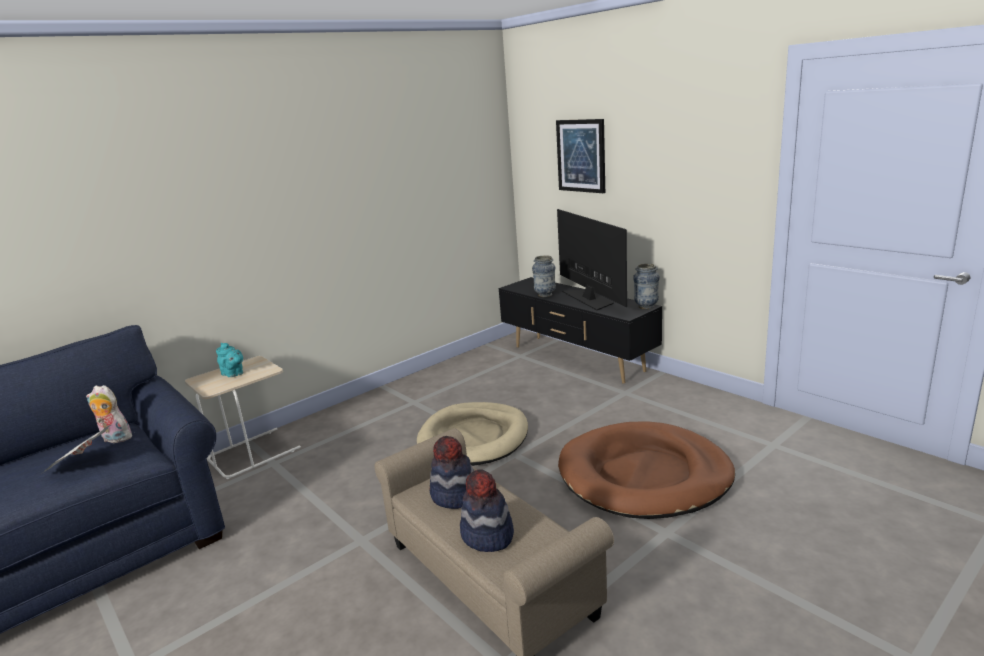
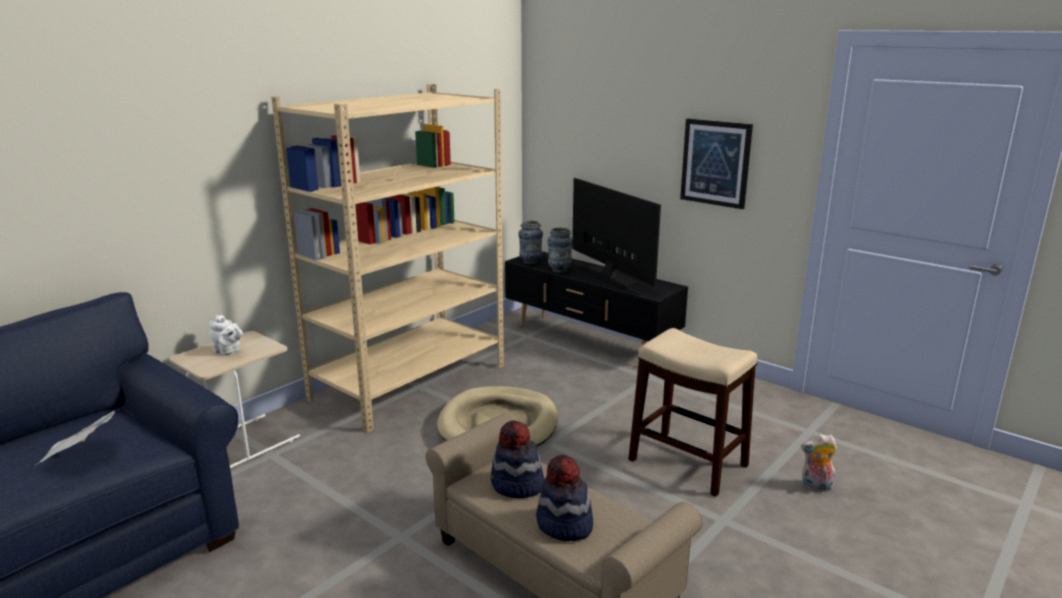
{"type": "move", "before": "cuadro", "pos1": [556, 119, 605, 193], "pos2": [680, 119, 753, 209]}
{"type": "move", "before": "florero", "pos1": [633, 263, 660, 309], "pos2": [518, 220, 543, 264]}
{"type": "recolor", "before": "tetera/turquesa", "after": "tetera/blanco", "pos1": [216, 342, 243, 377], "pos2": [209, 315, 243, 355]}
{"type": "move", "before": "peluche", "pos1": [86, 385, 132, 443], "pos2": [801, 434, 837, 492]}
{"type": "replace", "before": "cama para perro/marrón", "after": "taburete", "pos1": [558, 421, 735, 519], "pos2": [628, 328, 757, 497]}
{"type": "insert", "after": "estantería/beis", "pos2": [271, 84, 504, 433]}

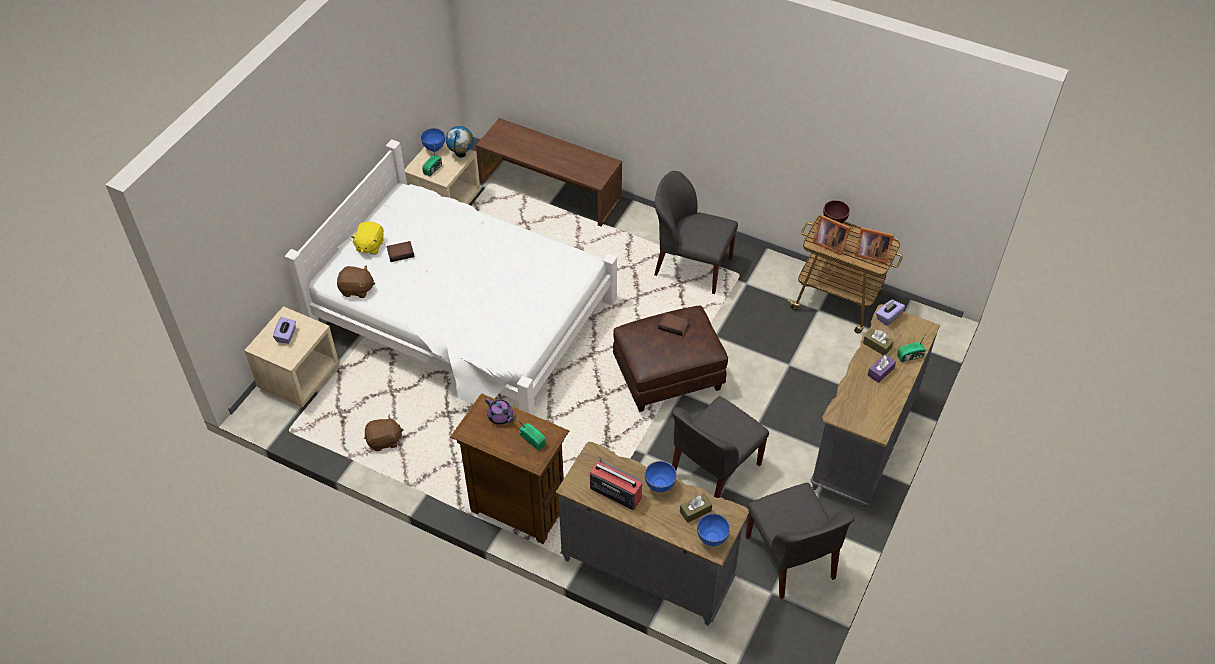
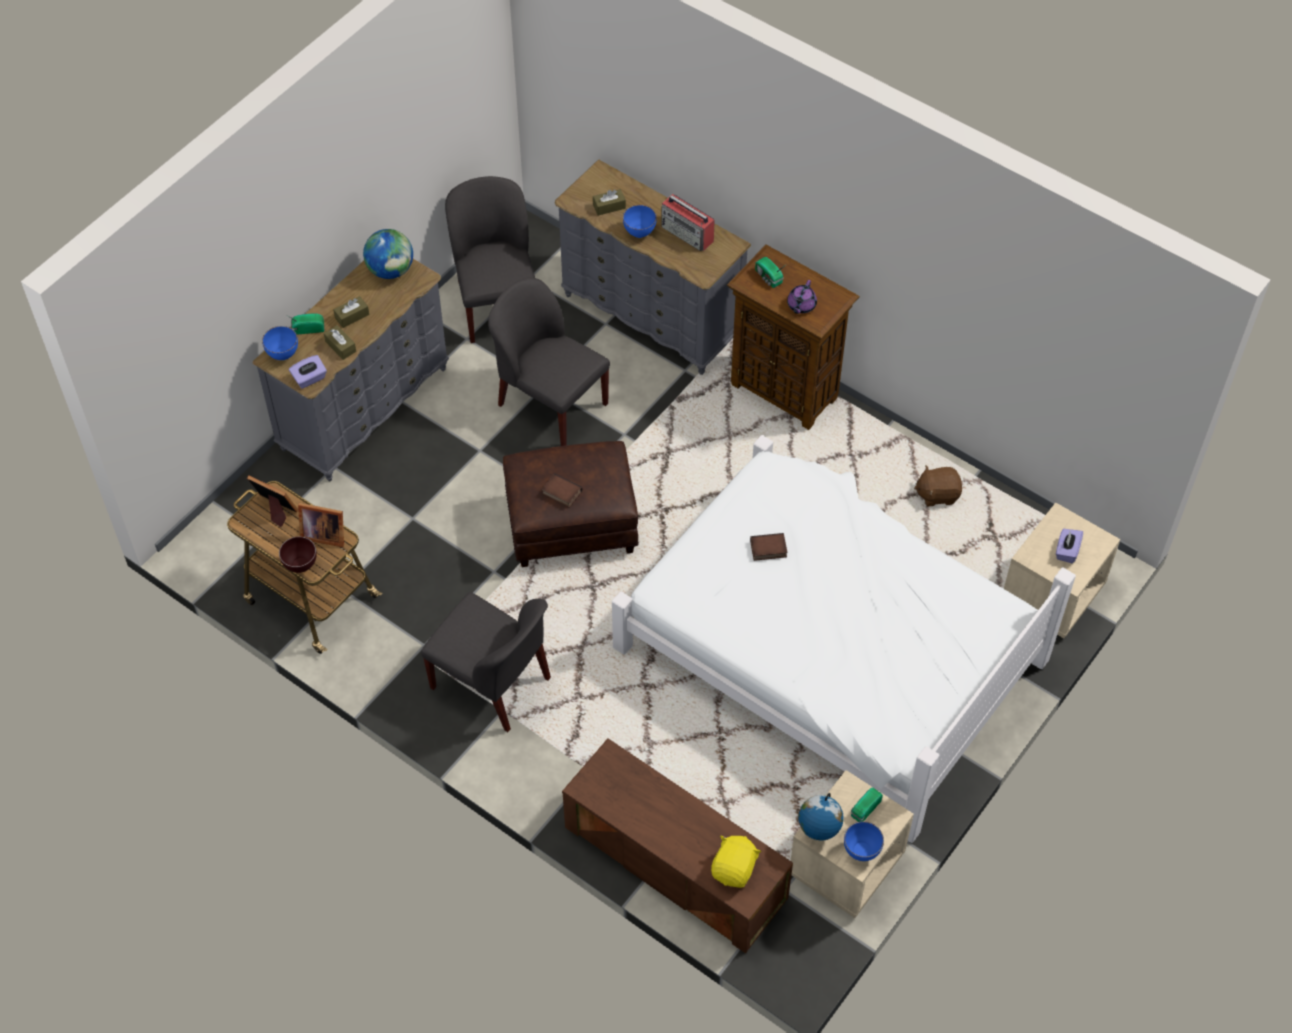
{"type": "rotate", "before": "portarretratos", "pos1": [812, 215, 851, 256], "pos2": [298, 503, 344, 547], "turn": 150}
{"type": "move", "before": "peluche/amarillo", "pos1": [350, 221, 384, 255], "pos2": [711, 835, 761, 888]}
{"type": "move", "before": "libro", "pos1": [387, 241, 414, 262], "pos2": [750, 533, 788, 561]}
{"type": "delete", "before": "peluche/marrón", "pos1": [337, 265, 375, 298]}
{"type": "recolor", "before": "caja de pañuelos/morado", "after": "caja de pañuelos/marrón", "pos1": [868, 354, 896, 383], "pos2": [333, 296, 369, 328]}
{"type": "rotate", "before": "silla/gris", "pos1": [672, 396, 769, 498], "pos2": [488, 277, 610, 446], "turn": -105}
{"type": "rotate", "before": "tetera/morado", "pos1": [485, 398, 516, 425], "pos2": [787, 280, 817, 314], "turn": -120}
{"type": "move", "before": "cuenco/azul", "pos1": [697, 514, 730, 546], "pos2": [262, 326, 298, 360]}
{"type": "insert", "after": "globo terráqueo", "pos2": [363, 229, 413, 279]}

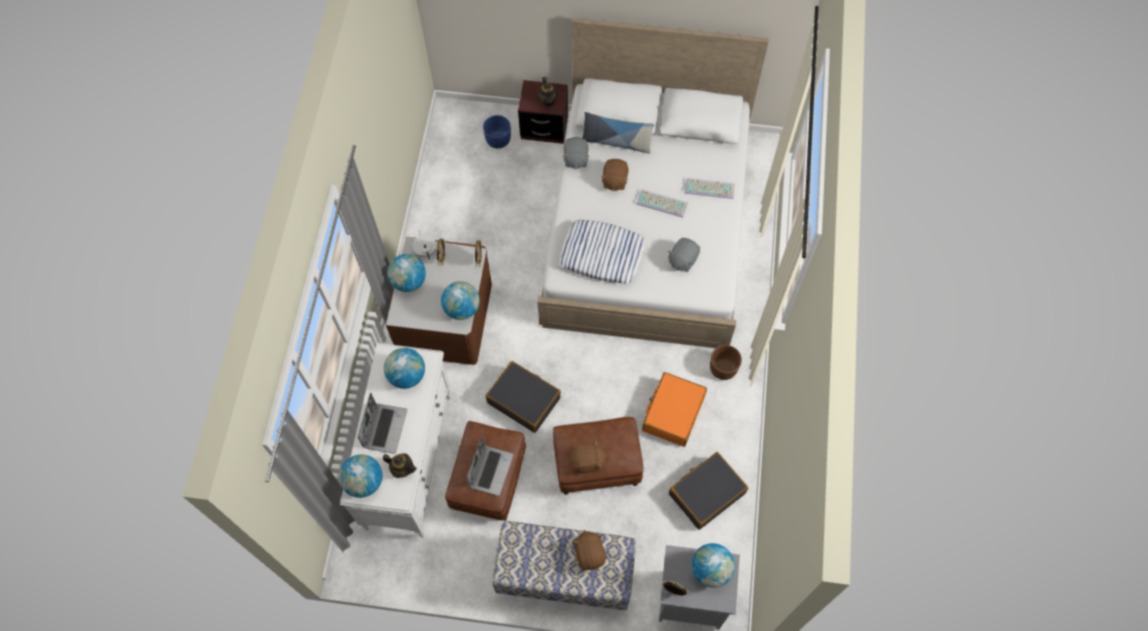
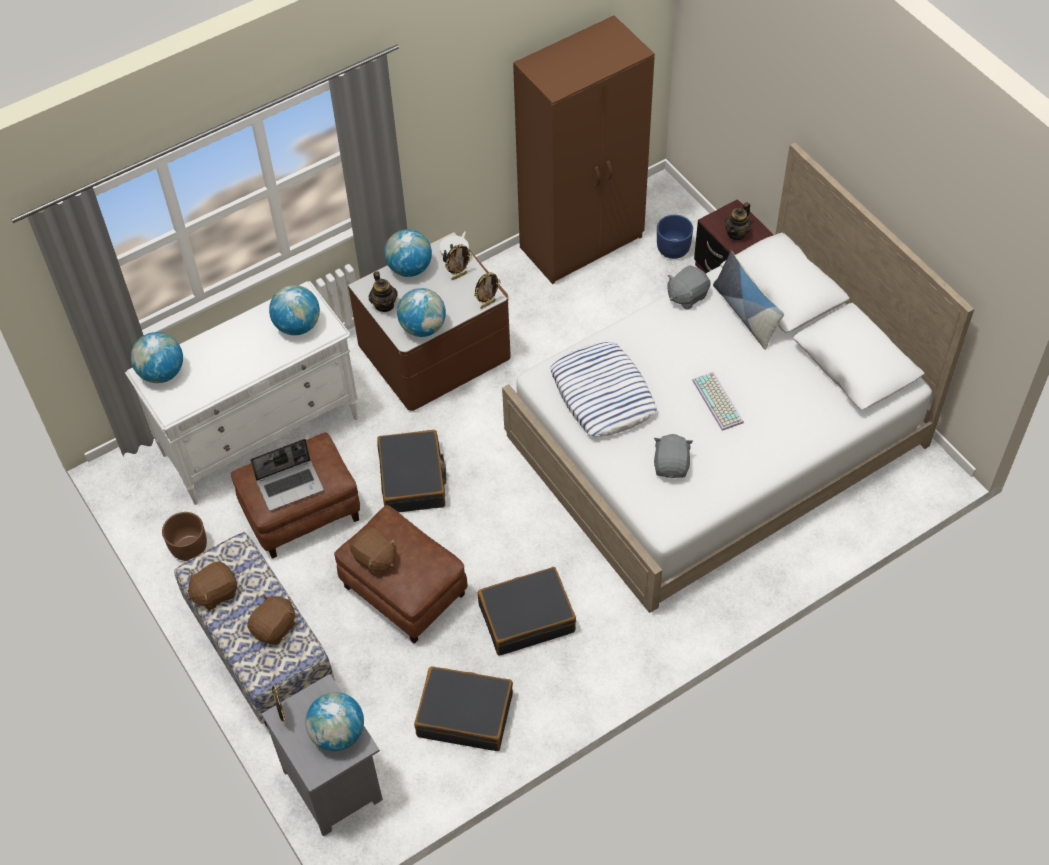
{"type": "move", "before": "peluche/marrón", "pos1": [601, 159, 628, 191], "pos2": [188, 562, 237, 610]}
{"type": "delete", "before": "teclado", "pos1": [684, 178, 735, 199]}
{"type": "rotate", "before": "peluche/gris", "pos1": [668, 238, 700, 272], "pos2": [654, 434, 693, 478], "turn": 105}
{"type": "move", "before": "maceta/marrón", "pos1": [710, 345, 742, 380], "pos2": [162, 512, 207, 561]}
{"type": "recolor", "before": "maleta/naranja", "after": "maleta/negro", "pos1": [642, 372, 707, 447], "pos2": [478, 567, 576, 656]}
{"type": "delete", "before": "portátil", "pos1": [358, 392, 407, 454]}
{"type": "move", "before": "tetera", "pos1": [383, 453, 417, 478], "pos2": [369, 271, 398, 312]}
{"type": "insert", "after": "armario ropero/marrón", "pos2": [513, 15, 655, 284]}

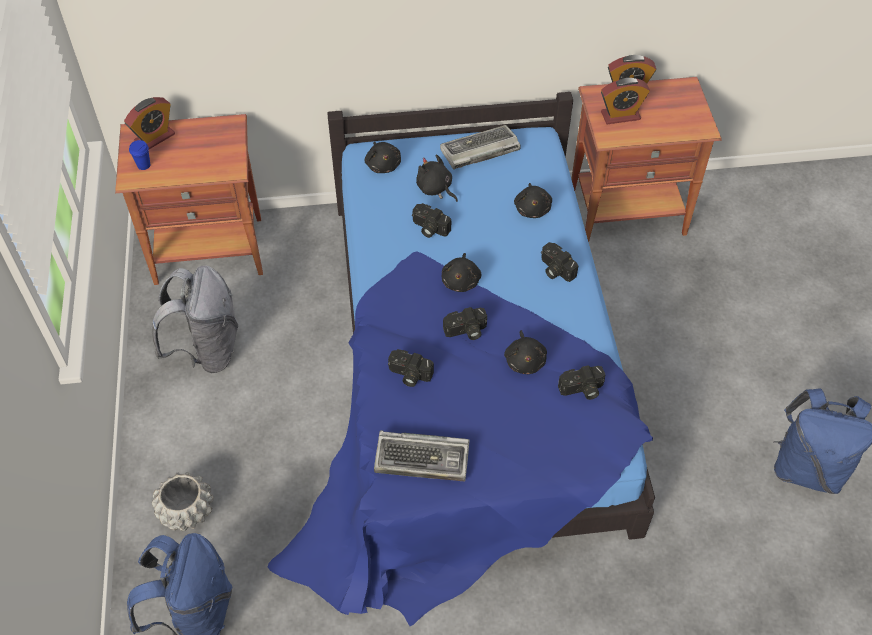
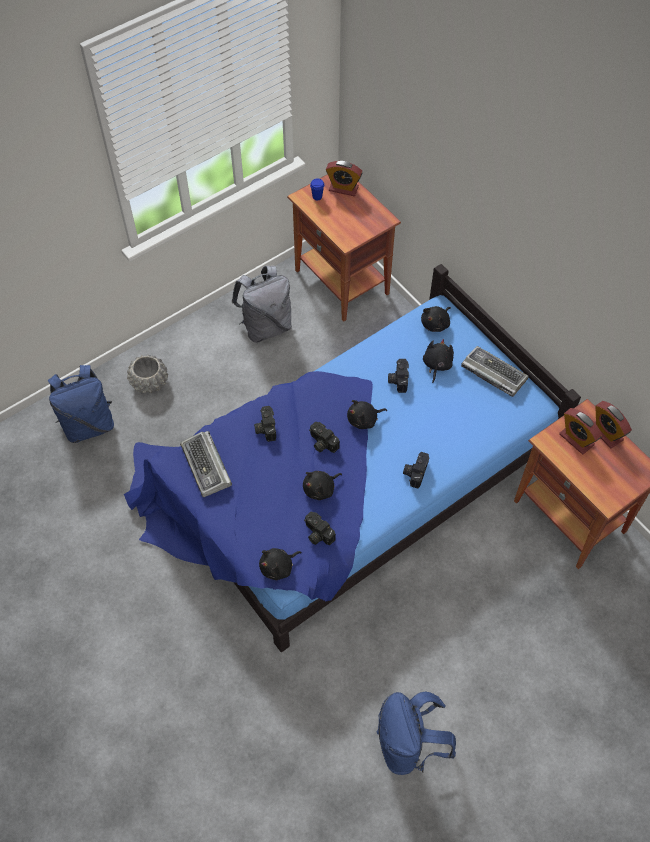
{"type": "move", "before": "peluche/negro", "pos1": [514, 183, 552, 218], "pos2": [259, 548, 302, 580]}

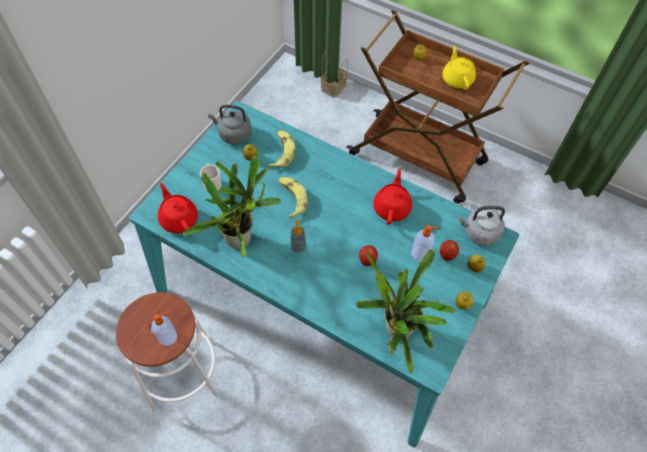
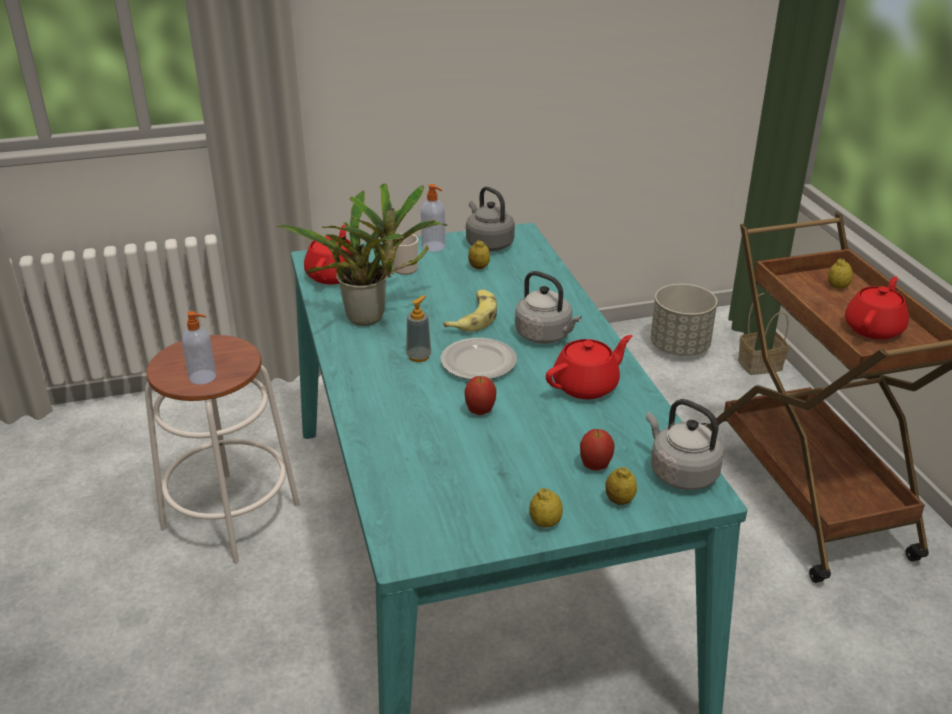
{"type": "recolor", "before": "tetera/amarillo", "after": "tetera/rojo", "pos1": [442, 46, 476, 90], "pos2": [845, 276, 909, 340]}
{"type": "delete", "before": "plátano", "pos1": [269, 130, 295, 168]}
{"type": "move", "before": "dispensador de jabón", "pos1": [411, 225, 440, 262], "pos2": [420, 184, 446, 252]}
{"type": "delete", "before": "planta en maceta", "pos1": [356, 249, 455, 373]}
{"type": "insert", "after": "hervidor/gris", "pos2": [515, 271, 581, 344]}
{"type": "insert", "after": "maceta/gris", "pos2": [651, 284, 717, 356]}
{"type": "insert", "after": "plato", "pos2": [441, 338, 517, 380]}

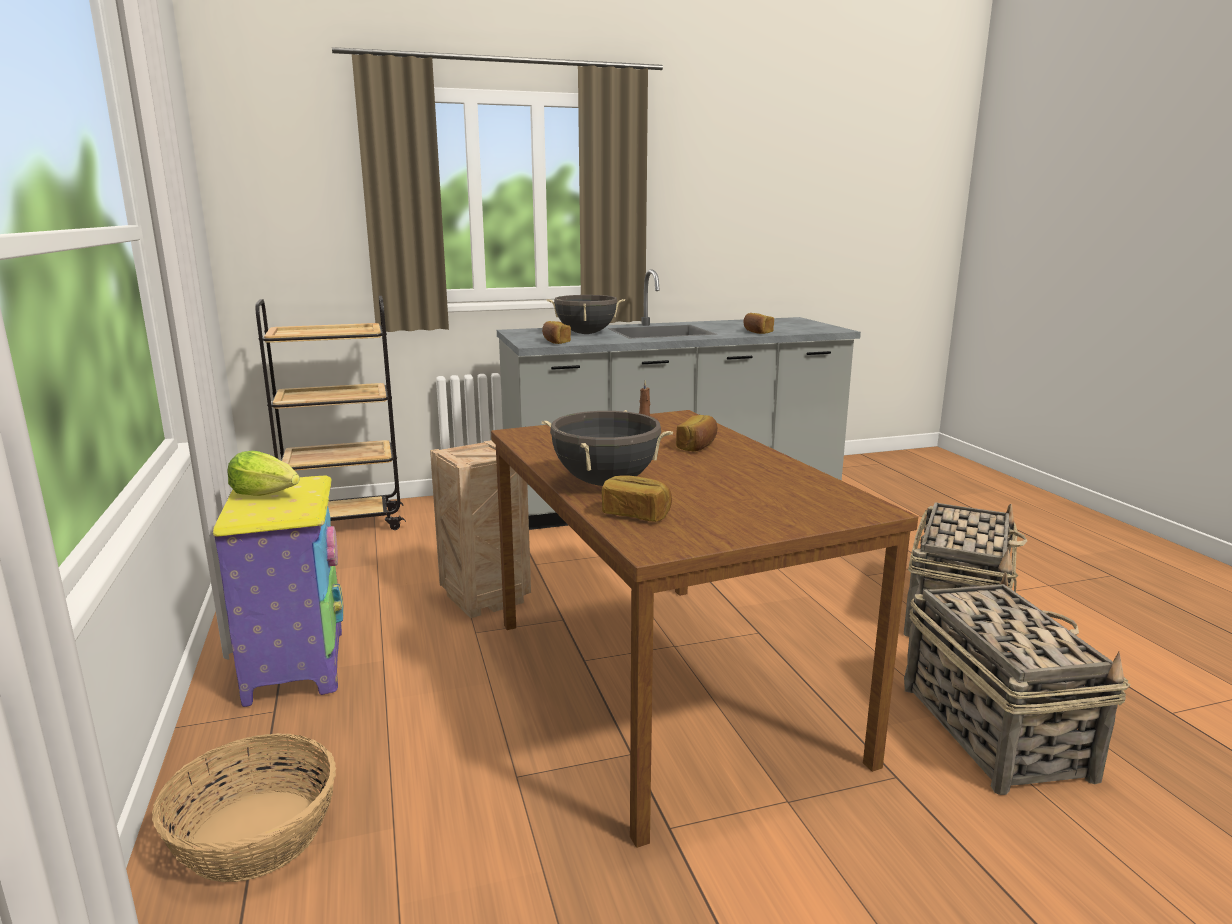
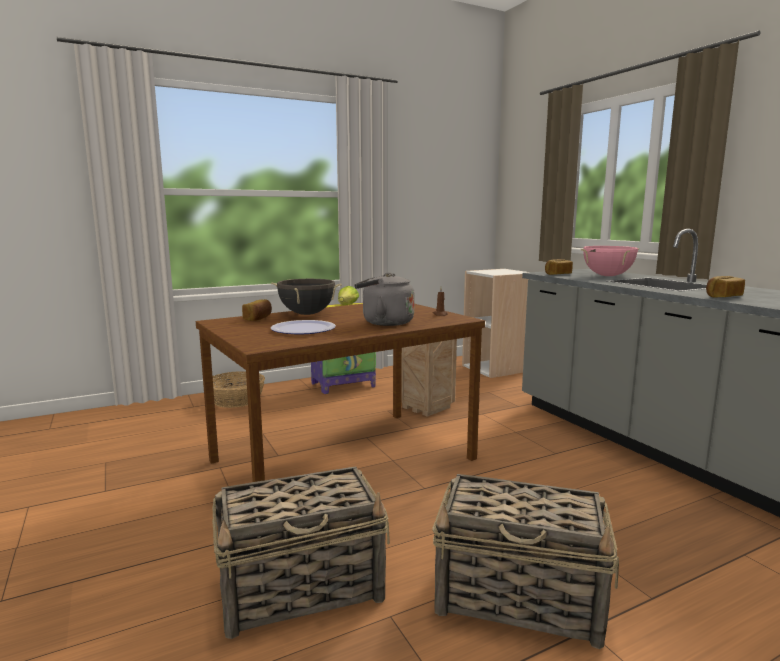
{"type": "recolor", "before": "olla/negro", "after": "olla/rosa", "pos1": [546, 295, 625, 334], "pos2": [581, 246, 639, 276]}
{"type": "replace", "before": "carrito/marrón", "after": "estantería", "pos1": [255, 296, 406, 530], "pos2": [462, 269, 529, 378]}
{"type": "replace", "before": "pan", "after": "hervidor/gris", "pos1": [676, 415, 718, 451], "pos2": [354, 273, 415, 326]}
{"type": "insert", "after": "plato", "pos2": [271, 320, 336, 334]}

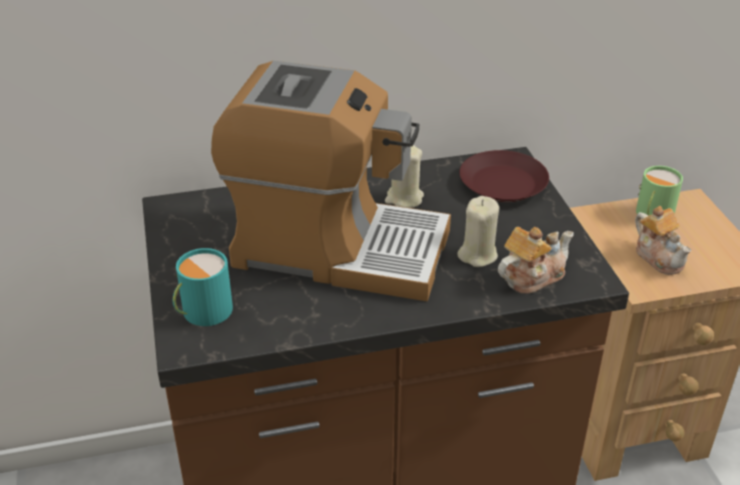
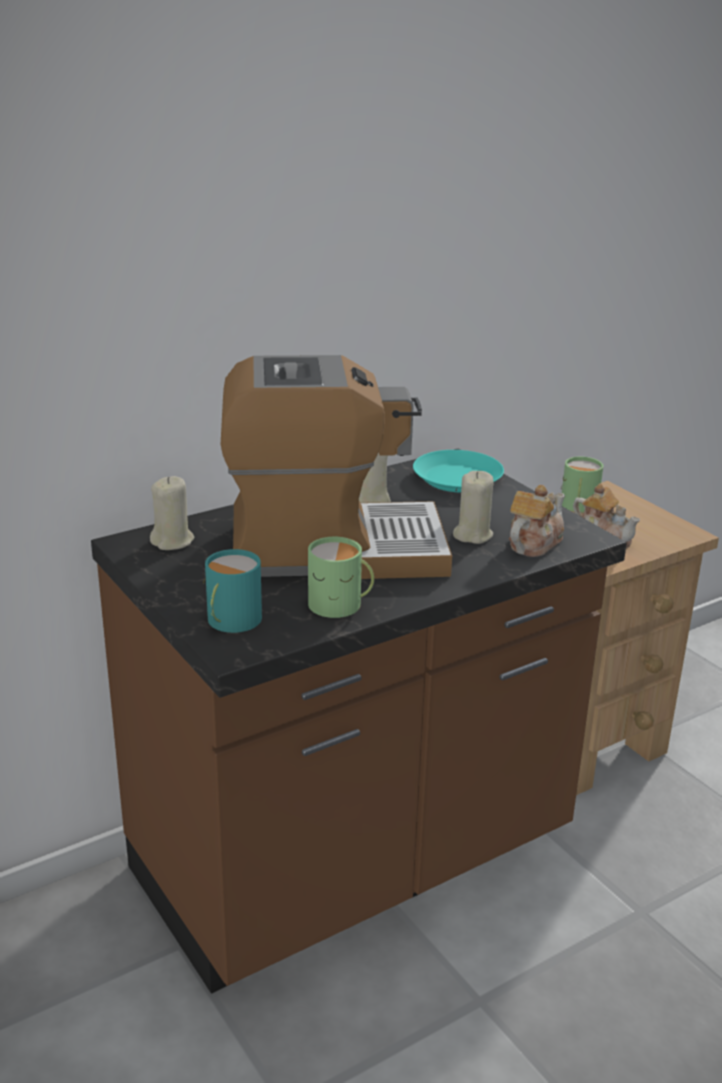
{"type": "recolor", "before": "plato/marrón", "after": "plato/turquesa", "pos1": [459, 150, 549, 202], "pos2": [413, 450, 504, 492]}
{"type": "insert", "after": "vela/beis", "pos2": [150, 476, 194, 550]}
{"type": "insert", "after": "taza grande/verde", "pos2": [308, 537, 374, 618]}

